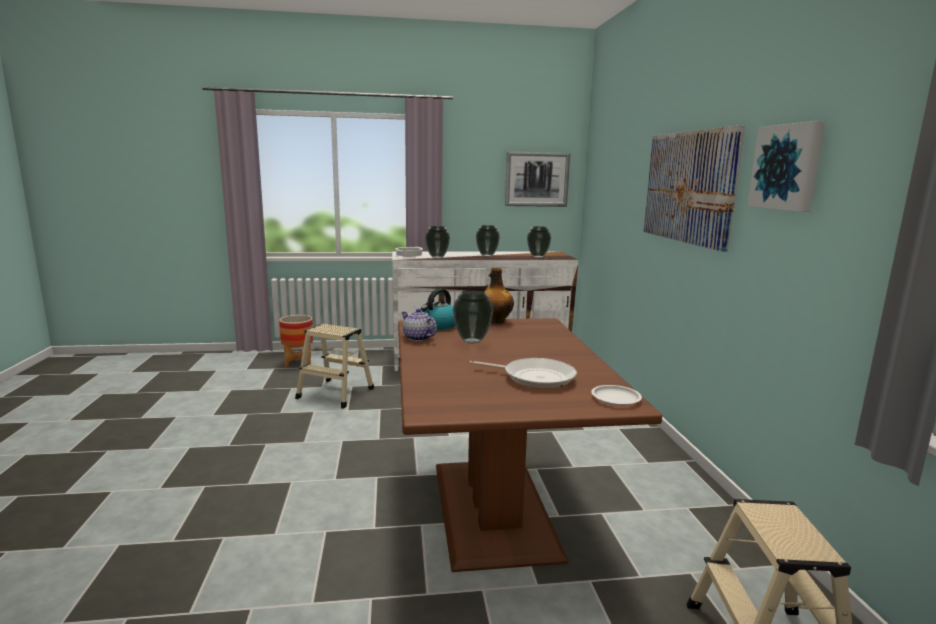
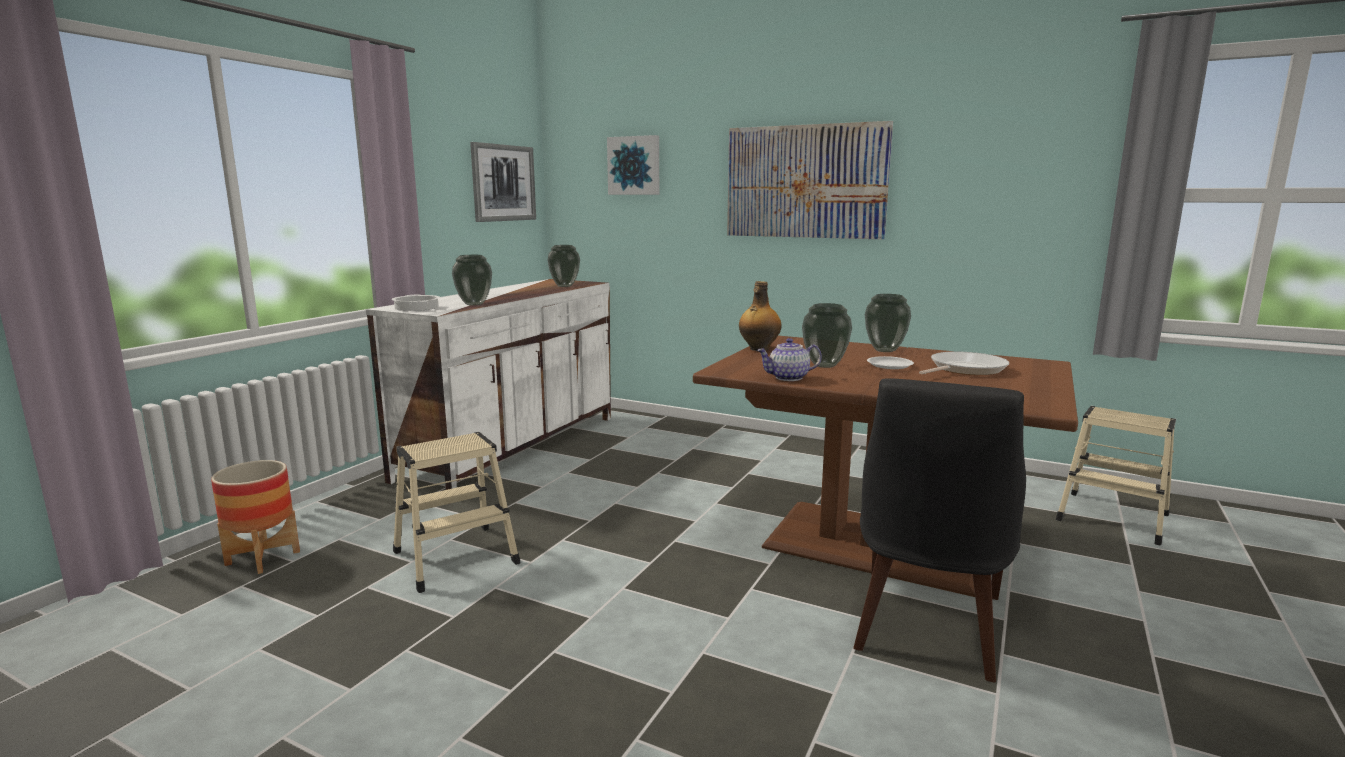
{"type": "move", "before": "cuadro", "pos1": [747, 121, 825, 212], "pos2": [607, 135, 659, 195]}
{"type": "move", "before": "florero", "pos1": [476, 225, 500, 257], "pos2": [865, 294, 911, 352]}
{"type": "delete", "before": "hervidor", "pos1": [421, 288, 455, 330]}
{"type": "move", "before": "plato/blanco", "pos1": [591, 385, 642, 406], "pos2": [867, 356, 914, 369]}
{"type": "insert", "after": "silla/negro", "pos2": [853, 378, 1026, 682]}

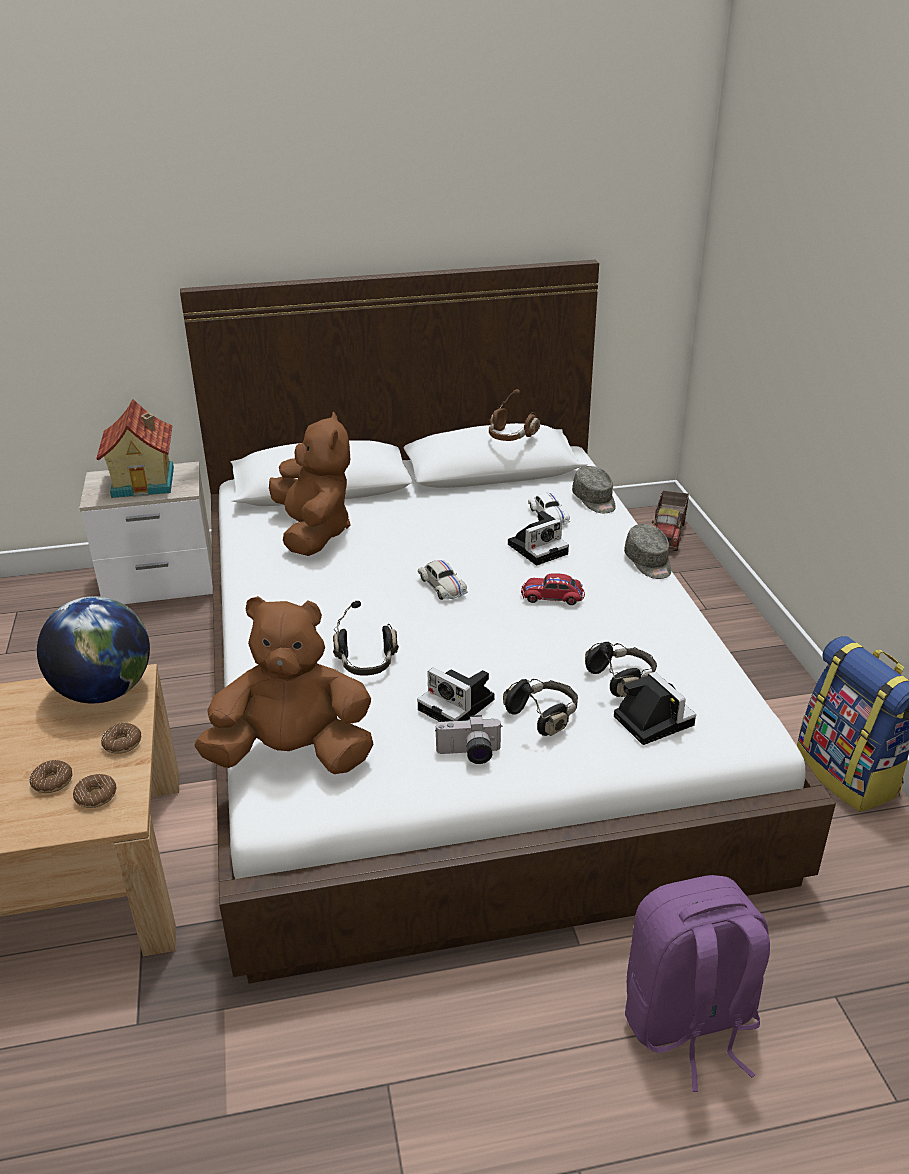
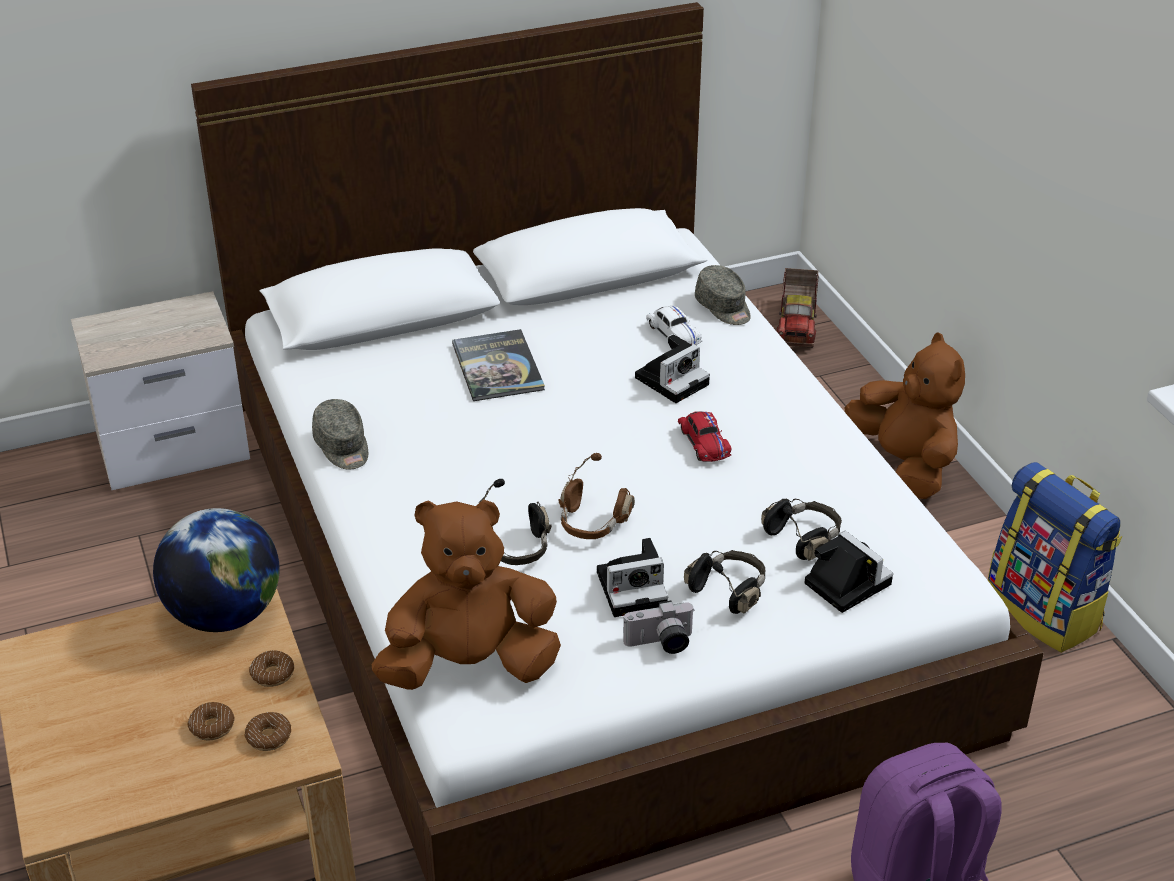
{"type": "move", "before": "auriculares/marrón", "pos1": [489, 389, 540, 441], "pos2": [558, 453, 635, 539]}
{"type": "delete", "before": "casita", "pos1": [96, 399, 174, 498]}
{"type": "move", "before": "peluche/marrón", "pos1": [269, 412, 350, 556], "pos2": [844, 333, 965, 499]}
{"type": "move", "before": "gorra/gris", "pos1": [624, 524, 671, 579], "pos2": [312, 399, 368, 470]}
{"type": "delete", "before": "coche de juguete/blanco", "pos1": [418, 560, 467, 600]}
{"type": "rotate", "before": "coche de juguete/rojo", "pos1": [521, 573, 585, 605], "pos2": [678, 411, 731, 462], "turn": -105}
{"type": "rotate", "before": "cámara", "pos1": [417, 667, 494, 722], "pos2": [597, 538, 668, 617], "turn": -45}
{"type": "insert", "after": "libro", "pos2": [452, 329, 545, 401]}

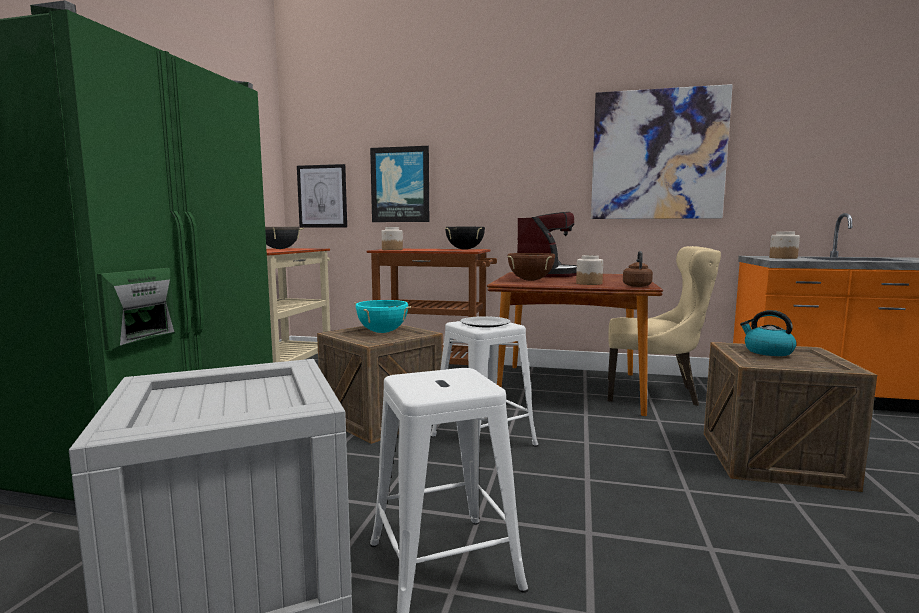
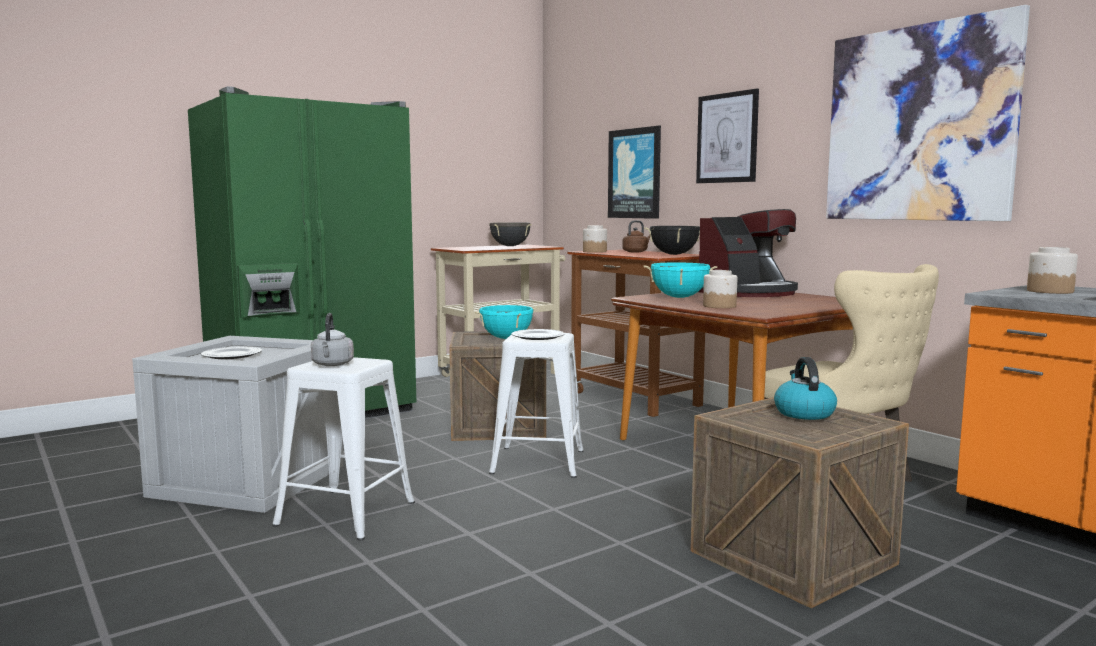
{"type": "move", "before": "cuadro", "pos1": [297, 164, 347, 227], "pos2": [696, 88, 759, 183]}
{"type": "move", "before": "hervidor/marrón", "pos1": [623, 251, 653, 287], "pos2": [622, 220, 650, 252]}
{"type": "recolor", "before": "olla/marrón", "after": "olla/turquesa", "pos1": [507, 253, 555, 281], "pos2": [644, 262, 718, 298]}
{"type": "insert", "after": "hervidor/gris", "pos2": [311, 313, 354, 366]}
{"type": "insert", "after": "plato", "pos2": [201, 346, 262, 359]}

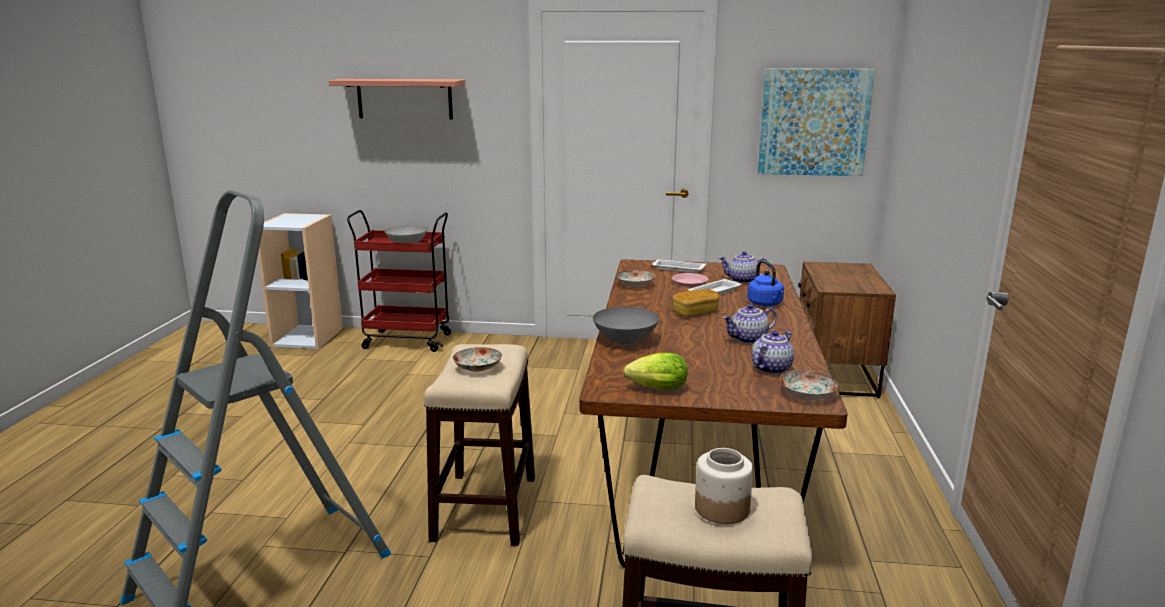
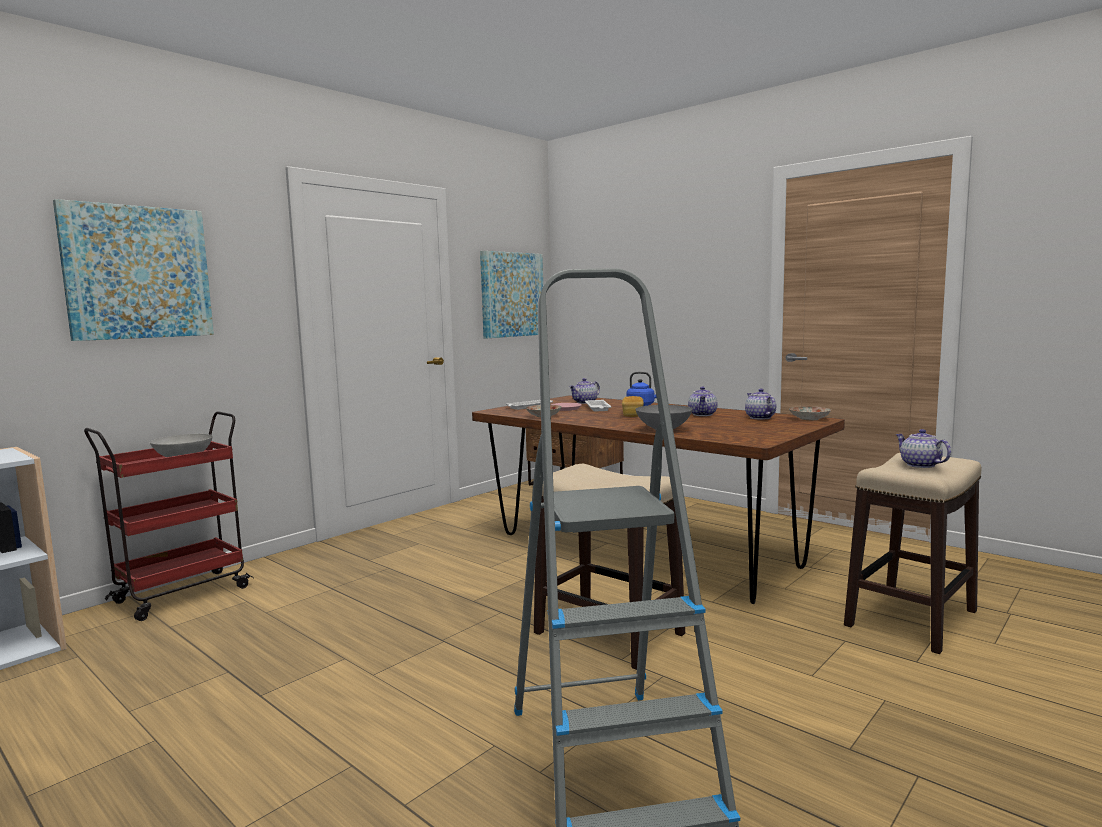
{"type": "replace", "before": "estante", "after": "cuadro", "pos1": [329, 79, 465, 119], "pos2": [53, 199, 214, 341]}
{"type": "delete", "before": "plato", "pos1": [453, 347, 502, 372]}
{"type": "delete", "before": "lechuga", "pos1": [623, 352, 688, 390]}
{"type": "replace", "before": "tarro", "after": "tetera", "pos1": [695, 448, 753, 524], "pos2": [895, 429, 951, 468]}

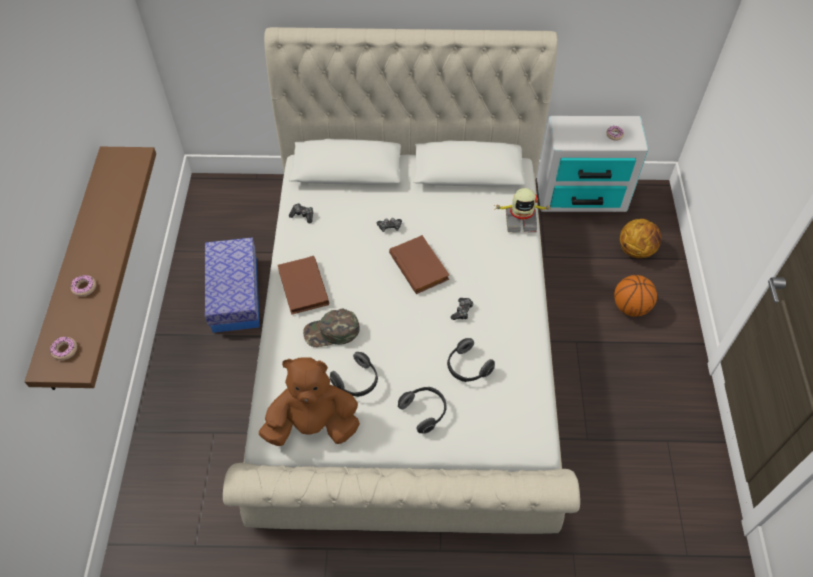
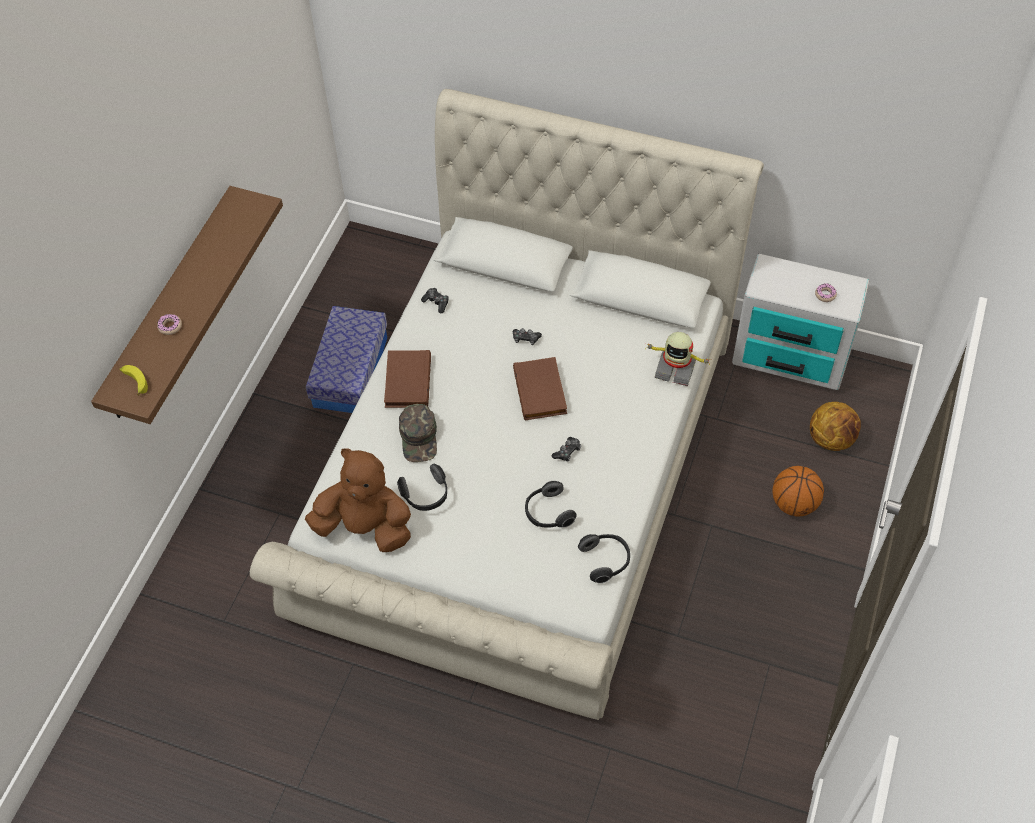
{"type": "rotate", "before": "gorra/verde", "pos1": [303, 308, 360, 347], "pos2": [399, 404, 437, 462], "turn": -105}
{"type": "replace", "before": "rosquilla", "after": "plátano", "pos1": [50, 337, 77, 360], "pos2": [119, 365, 148, 395]}
{"type": "move", "before": "auriculares", "pos1": [398, 387, 446, 434], "pos2": [578, 534, 630, 583]}

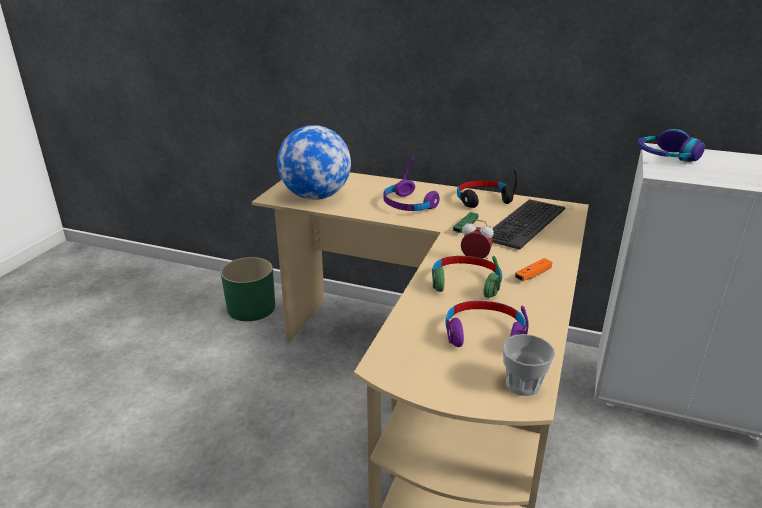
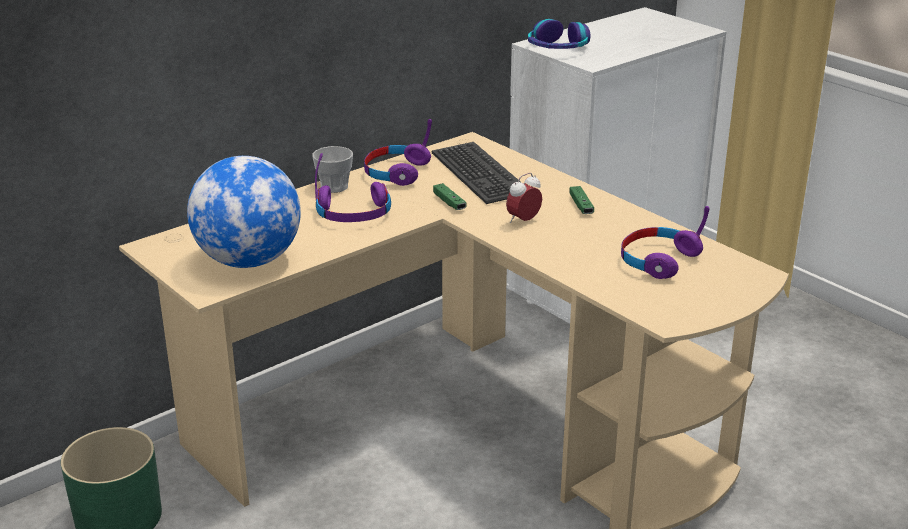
{"type": "recolor", "before": "auriculares/negro", "after": "auriculares/morado", "pos1": [457, 169, 517, 208], "pos2": [364, 119, 432, 186]}
{"type": "delete", "before": "auriculares/verde", "pos1": [432, 256, 502, 298]}
{"type": "recolor", "before": "mando de consola/naranja", "after": "mando de consola/verde", "pos1": [515, 258, 552, 281], "pos2": [569, 186, 594, 214]}
{"type": "move", "before": "taza", "pos1": [502, 334, 555, 396], "pos2": [312, 146, 353, 193]}

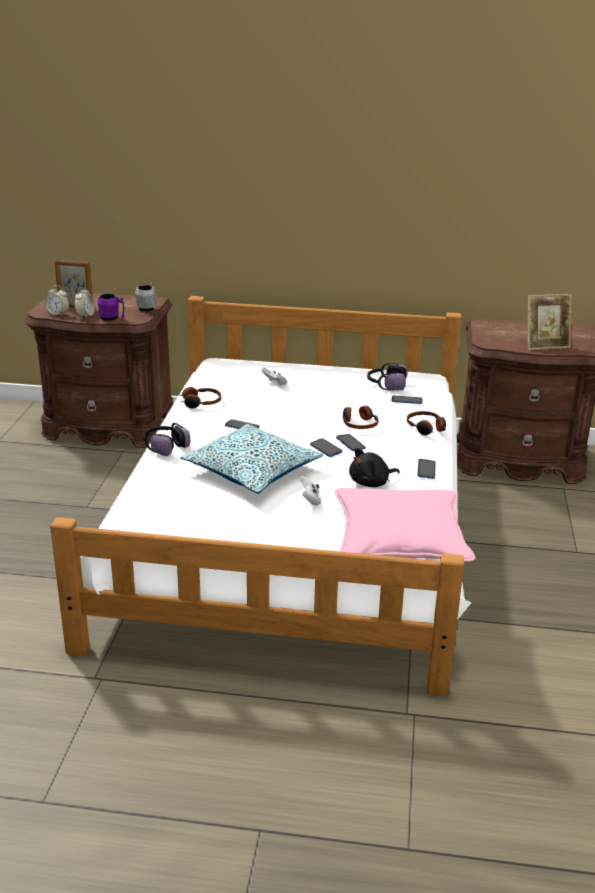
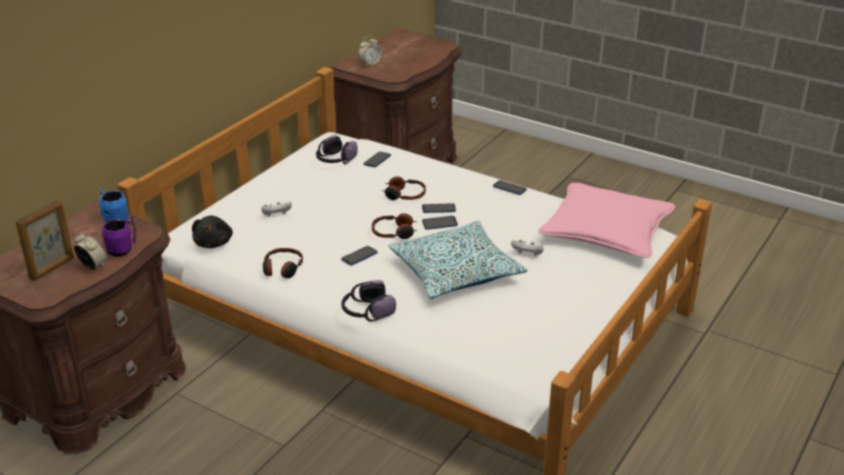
{"type": "recolor", "before": "taza grande/gris", "after": "taza grande/azul", "pos1": [135, 283, 156, 311], "pos2": [99, 189, 129, 222]}
{"type": "move", "before": "despertador", "pos1": [44, 285, 69, 316], "pos2": [358, 36, 382, 66]}
{"type": "delete", "before": "portarretratos", "pos1": [527, 294, 571, 350]}
{"type": "move", "before": "auriculares", "pos1": [407, 411, 446, 435], "pos2": [372, 213, 417, 239]}
{"type": "move", "before": "peluche/negro", "pos1": [349, 448, 400, 487], "pos2": [192, 216, 233, 248]}

